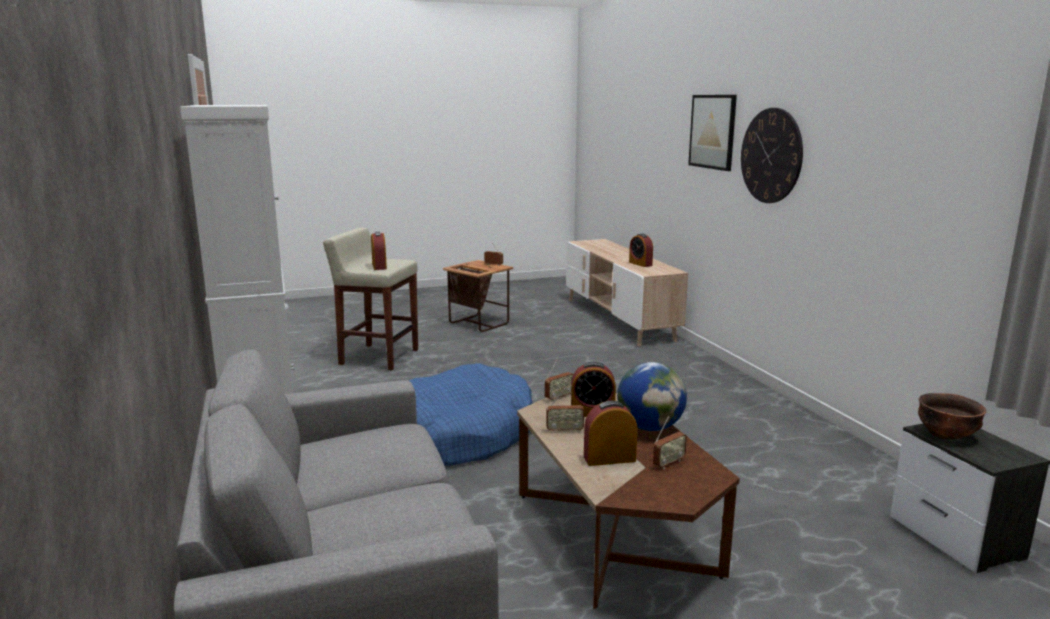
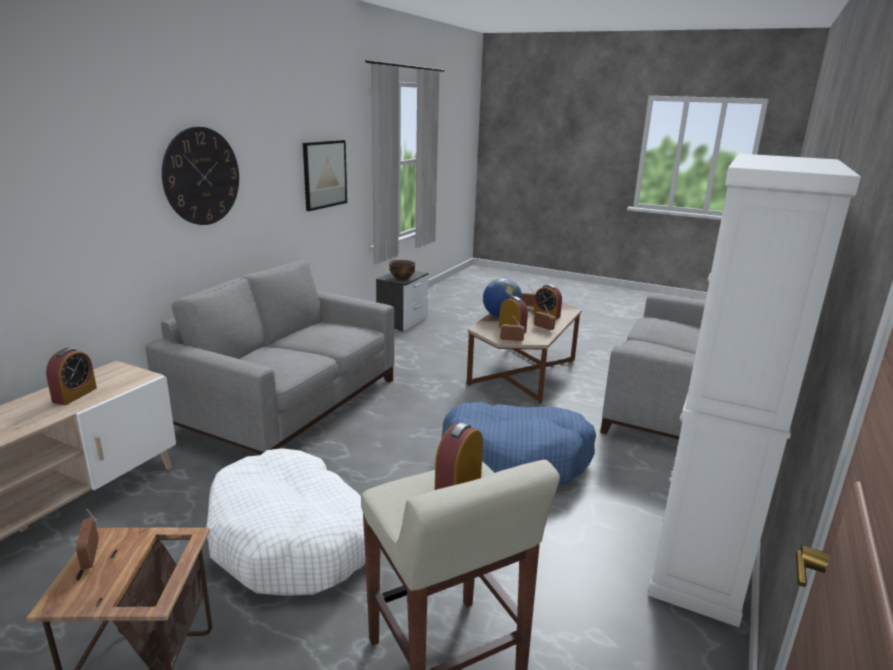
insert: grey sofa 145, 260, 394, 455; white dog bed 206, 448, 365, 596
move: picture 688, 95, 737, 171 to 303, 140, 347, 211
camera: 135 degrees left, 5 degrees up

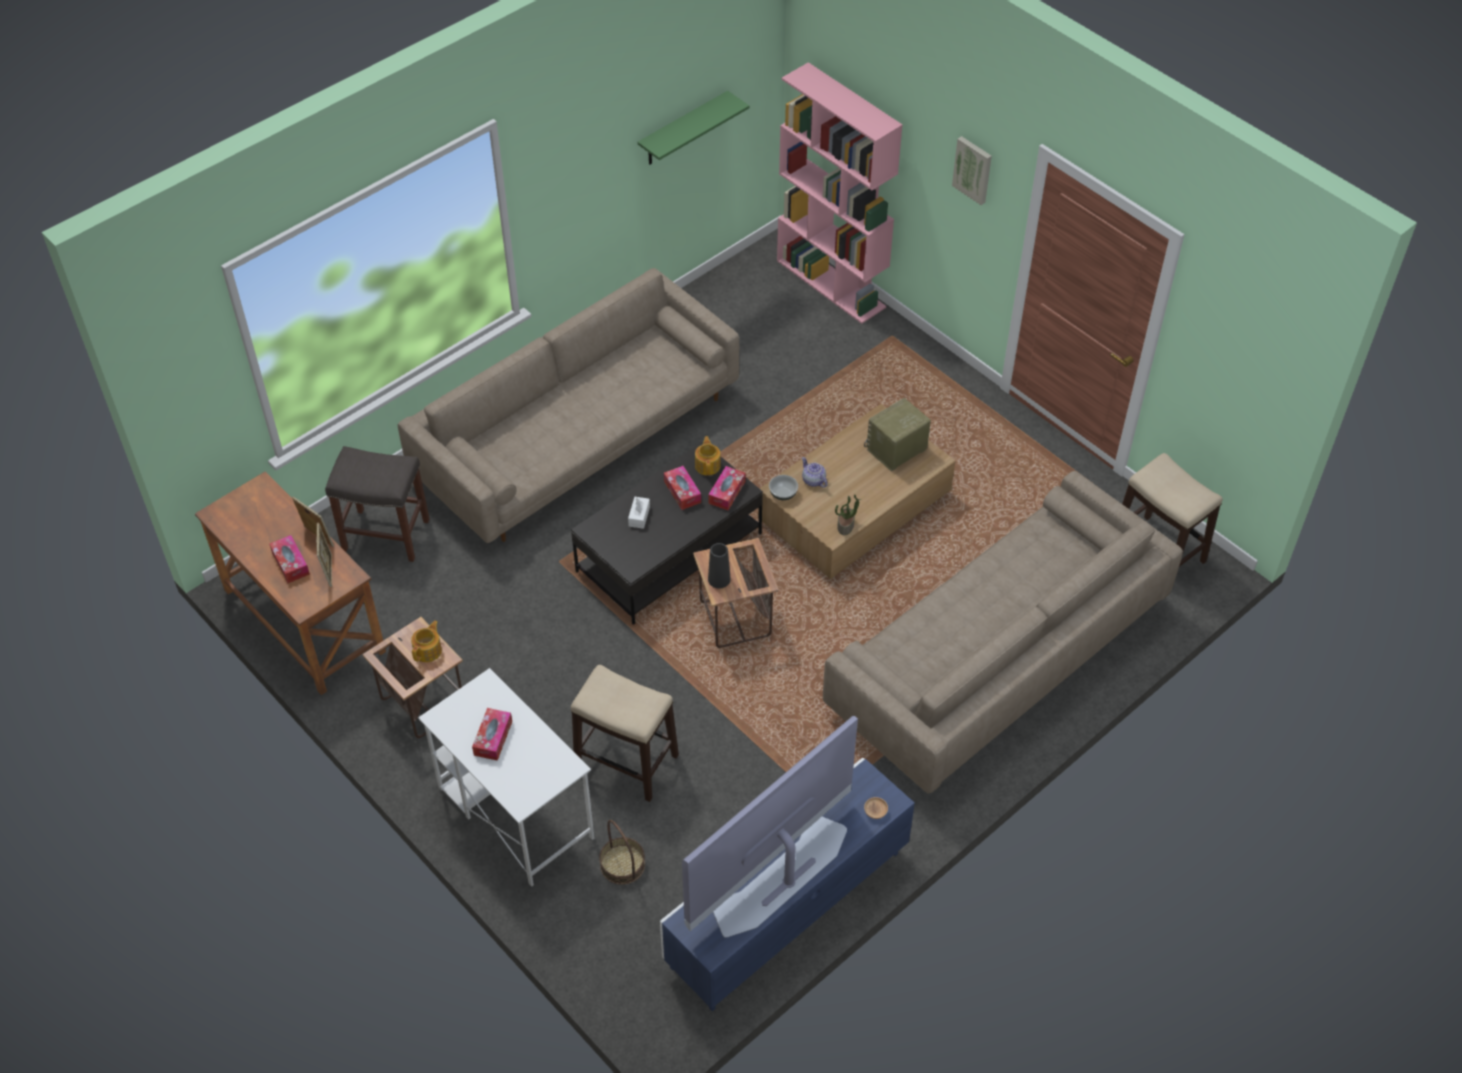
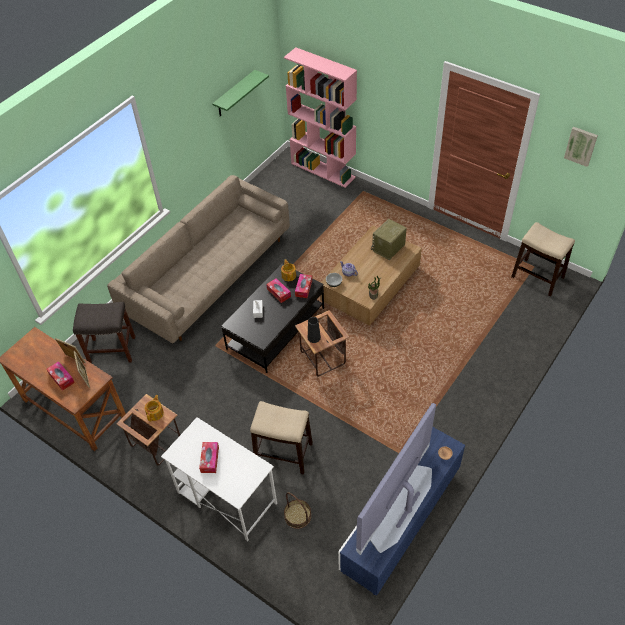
delete: beige sofa 823, 471, 1183, 794
move: picture 952, 136, 992, 205 to 564, 127, 598, 167
camera: 10 degrees left, 0 degrees up

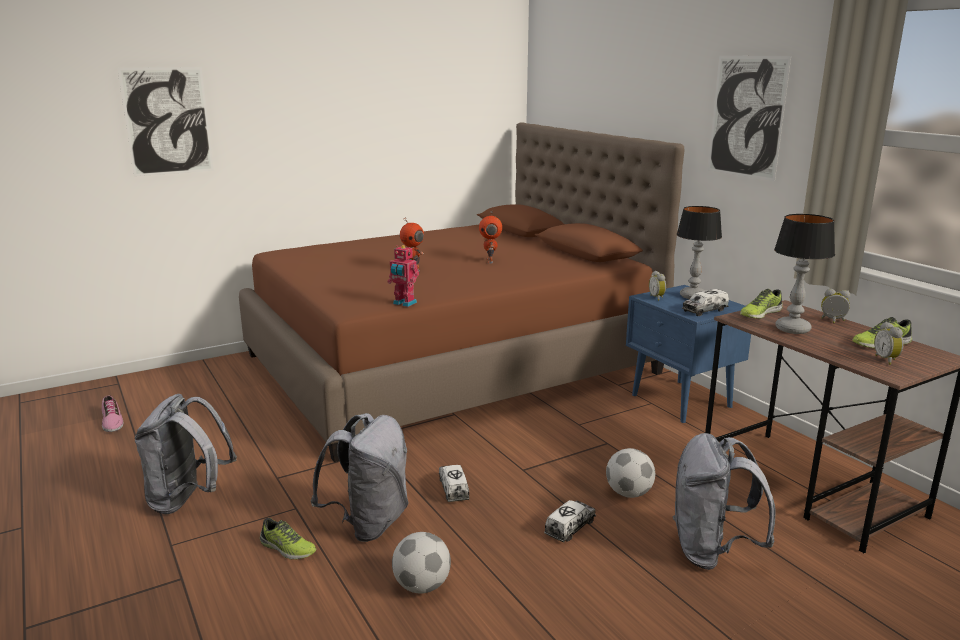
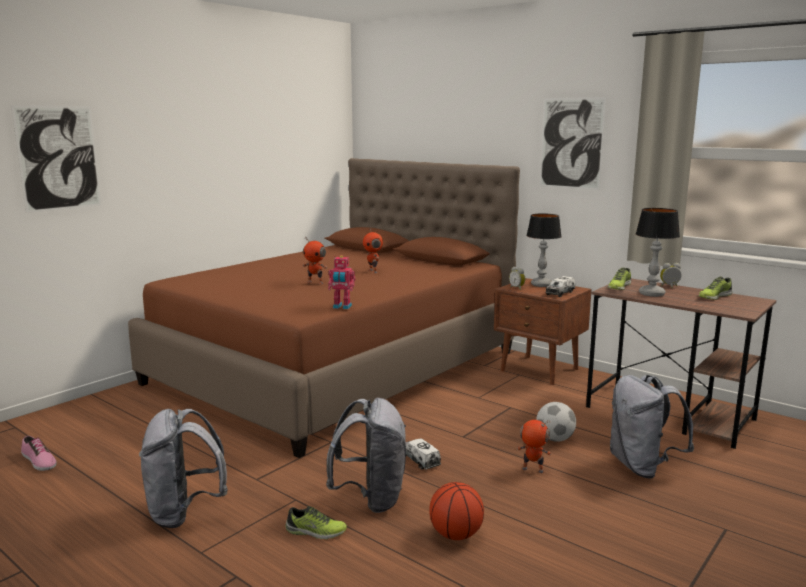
delete: alarm clock 874, 322, 904, 365
replace: toy truck 544, 500, 596, 542 to toy robot 517, 420, 551, 473; football 392, 532, 451, 594 to basketball 429, 482, 484, 540
recolor: blue nightstand 626, 285, 751, 423 to brown nightstand 494, 278, 592, 385
camera: 20 degrees left, 5 degrees down

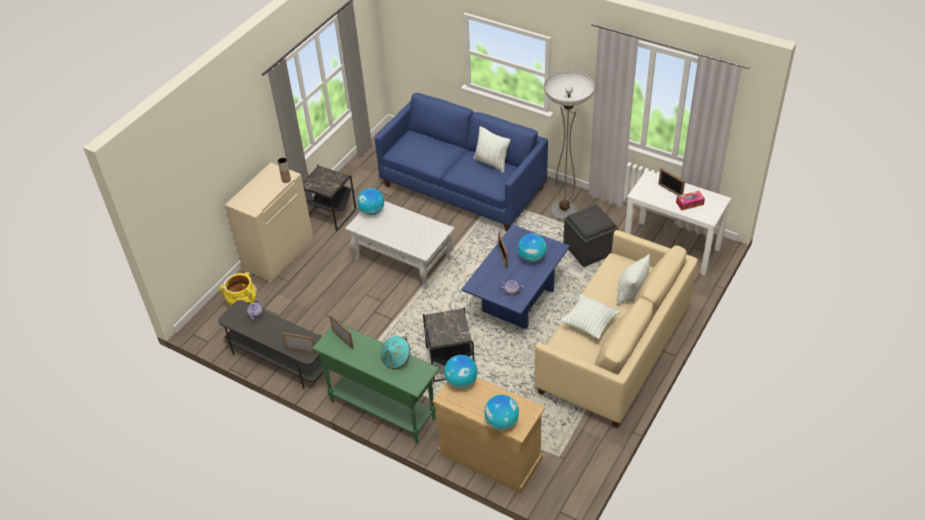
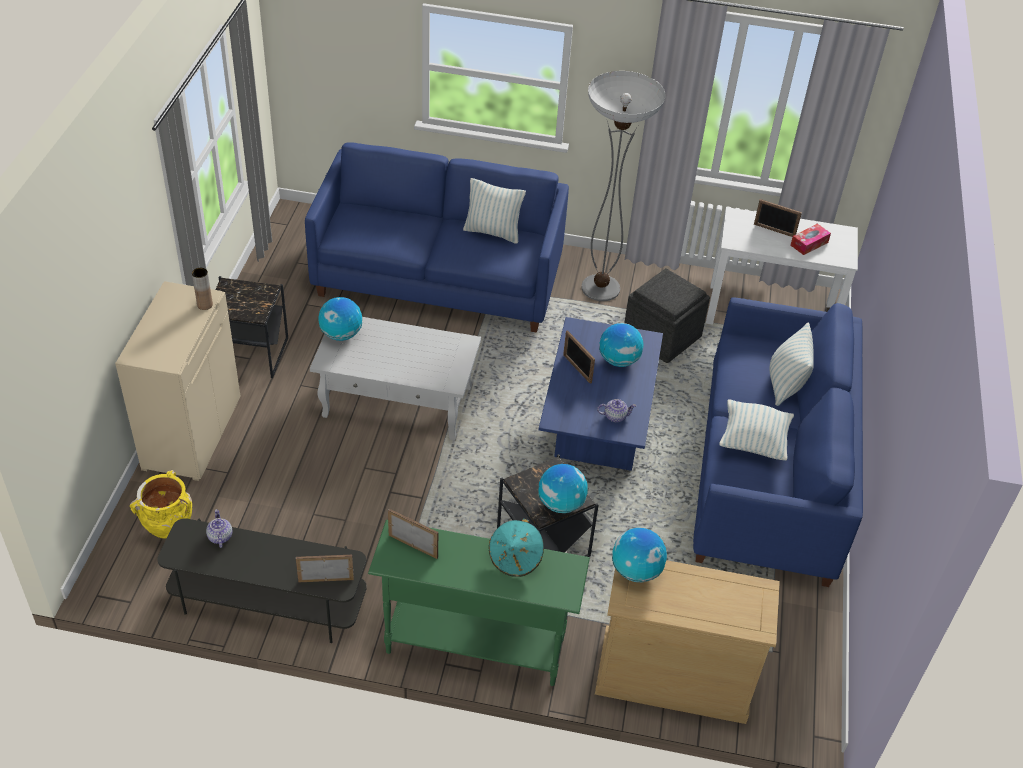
move: globe 484, 395, 519, 429 to 538, 464, 588, 513
recolor: beige sofa 534, 230, 698, 428 to blue sofa 693, 297, 863, 587
camera: 25 degrees left, 0 degrees up

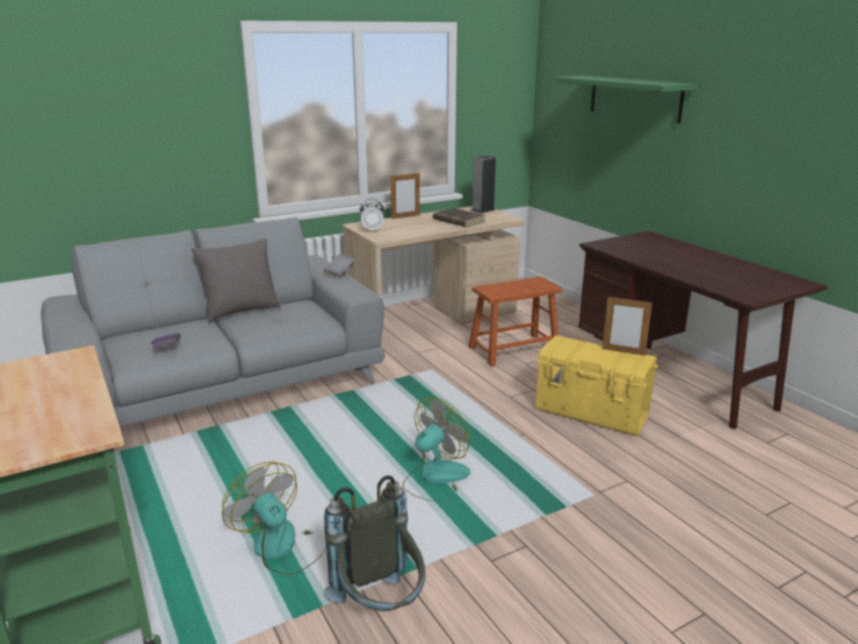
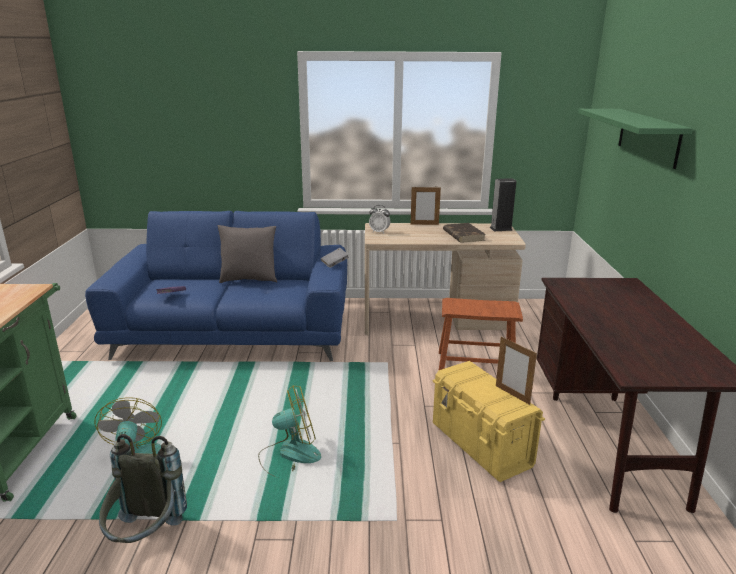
recolor: grey sofa 41, 217, 385, 427 to blue sofa 85, 211, 347, 361
camera: 30 degrees right, 0 degrees up

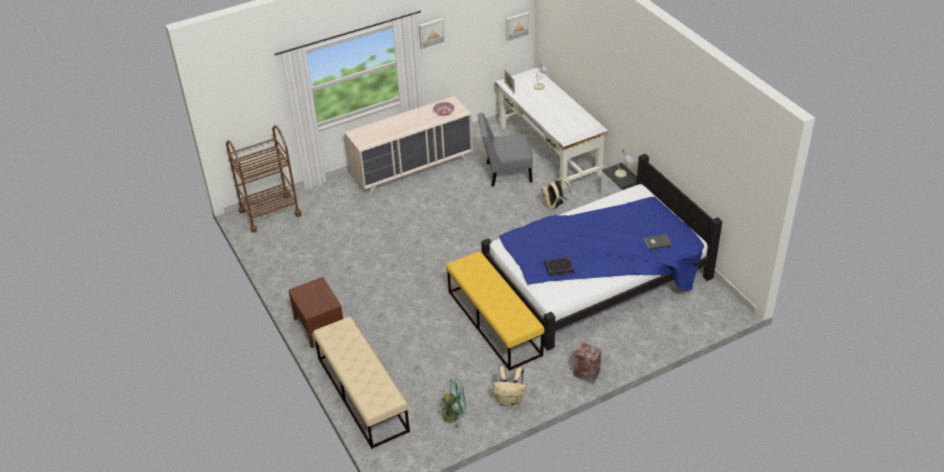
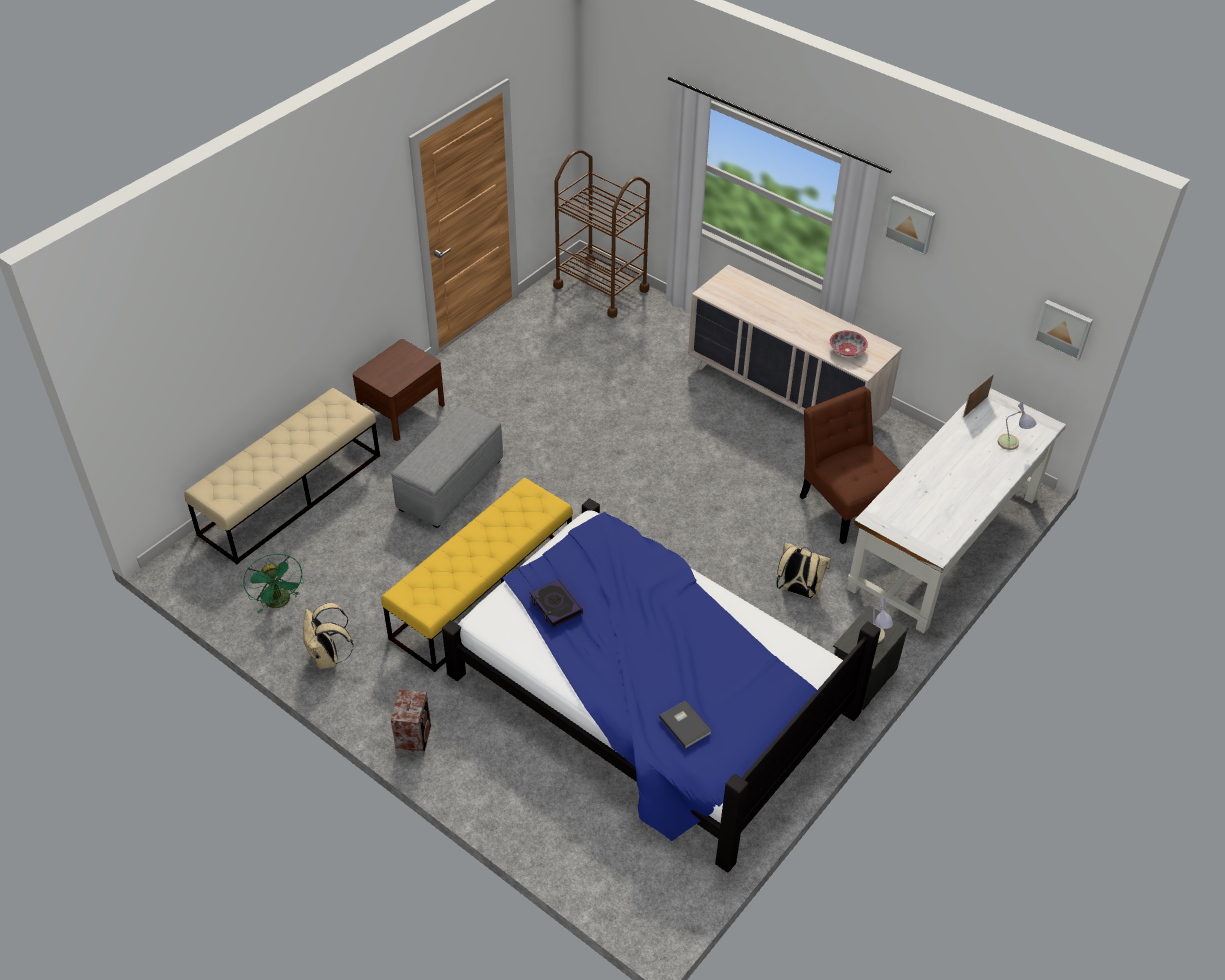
insert: grey ottoman 391, 406, 503, 528
recolor: grey chair 478, 113, 533, 186 to brown chair 799, 386, 900, 544
camera: 65 degrees right, 5 degrees up

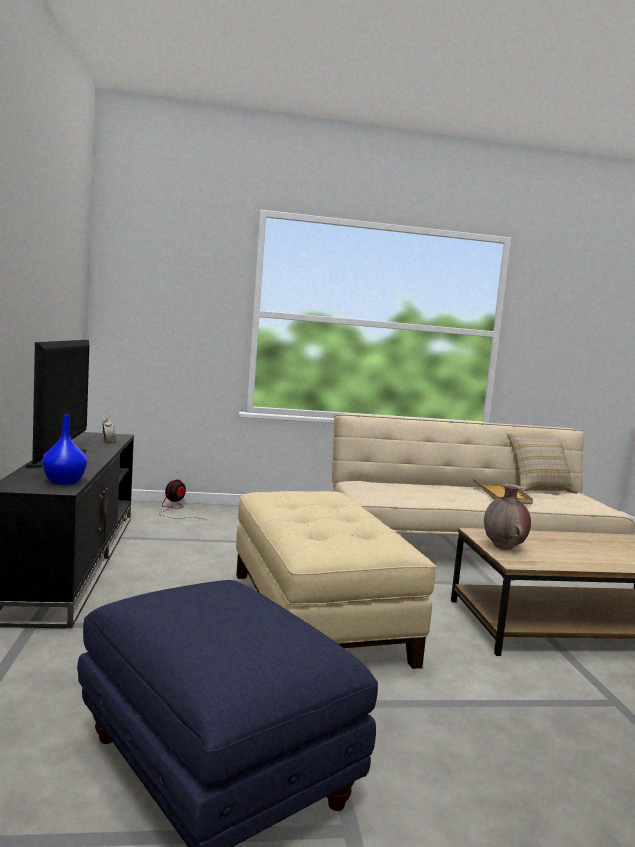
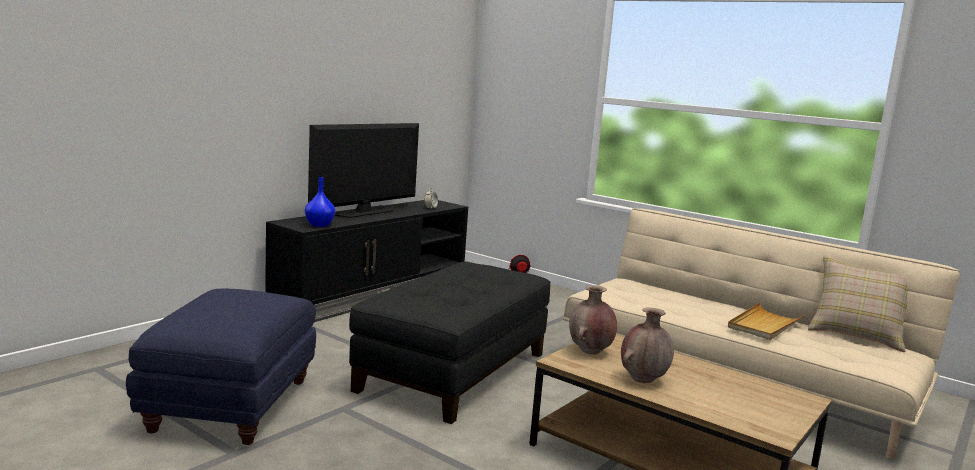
insert: brown vase 621, 308, 674, 383
recolor: beige ottoman 236, 491, 436, 669 to black ottoman 349, 262, 550, 424
camera: 45 degrees right, 5 degrees up

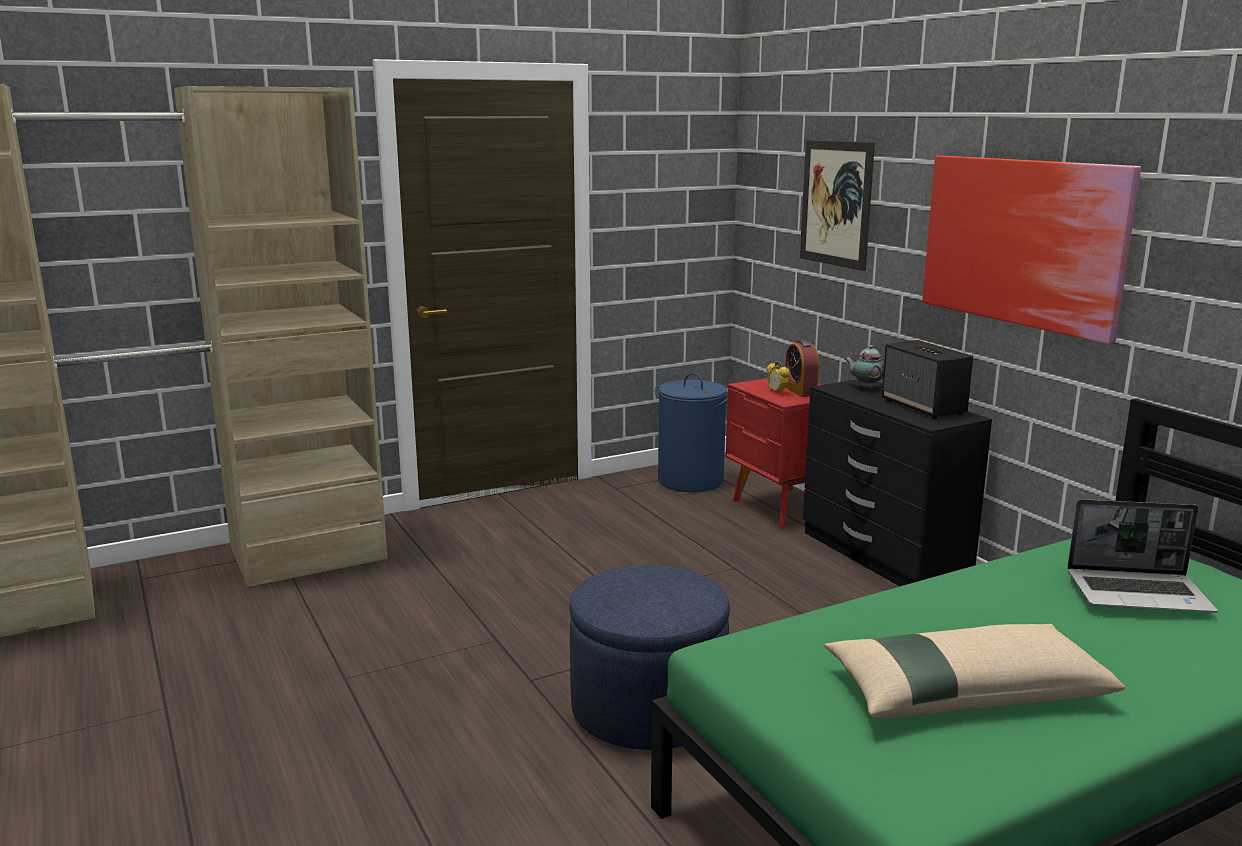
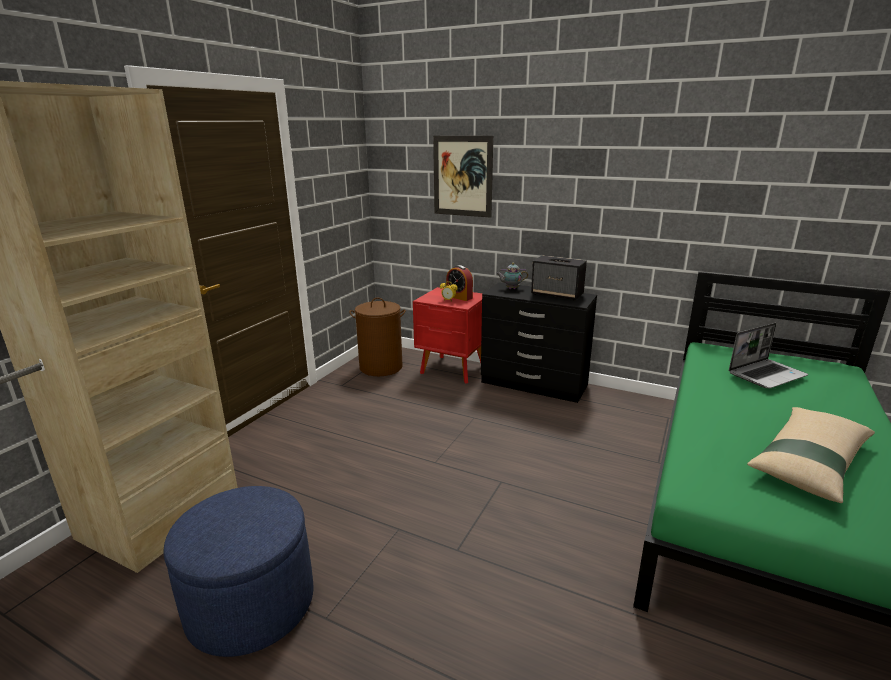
delete: picture 922, 156, 1141, 344
move: blue ottoman 569, 565, 730, 750 to 164, 486, 314, 657
recolor: blue laundry basket 654, 373, 727, 492 to brown laundry basket 349, 298, 406, 376
camera: 35 degrees left, 5 degrees up

